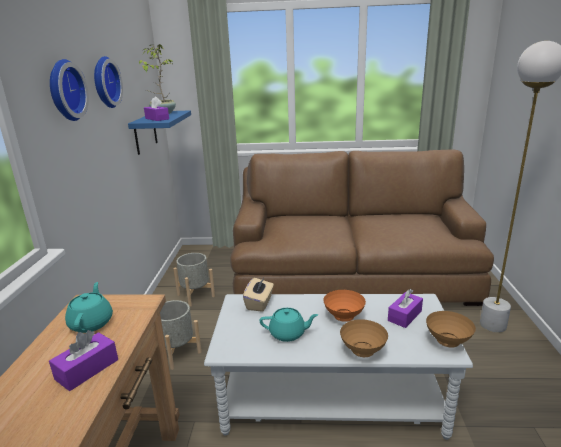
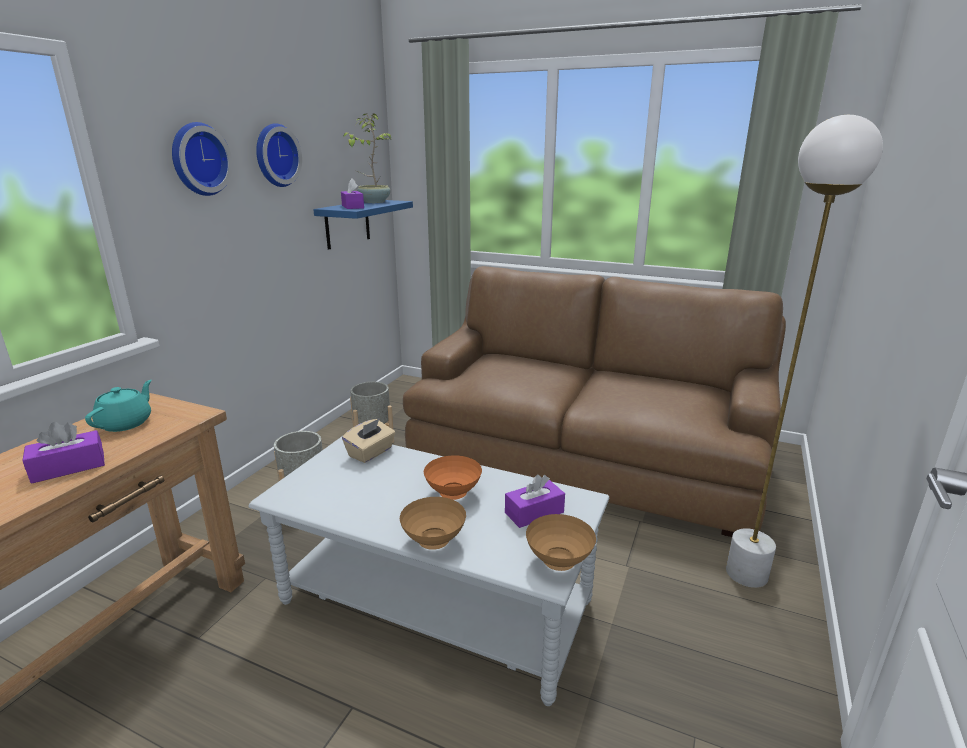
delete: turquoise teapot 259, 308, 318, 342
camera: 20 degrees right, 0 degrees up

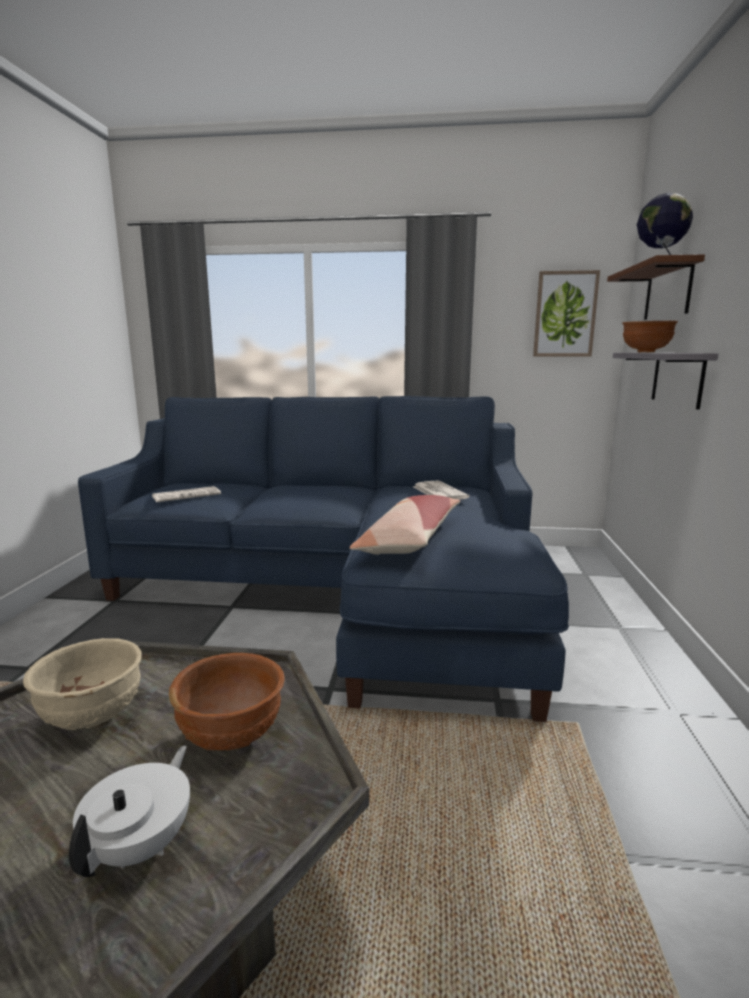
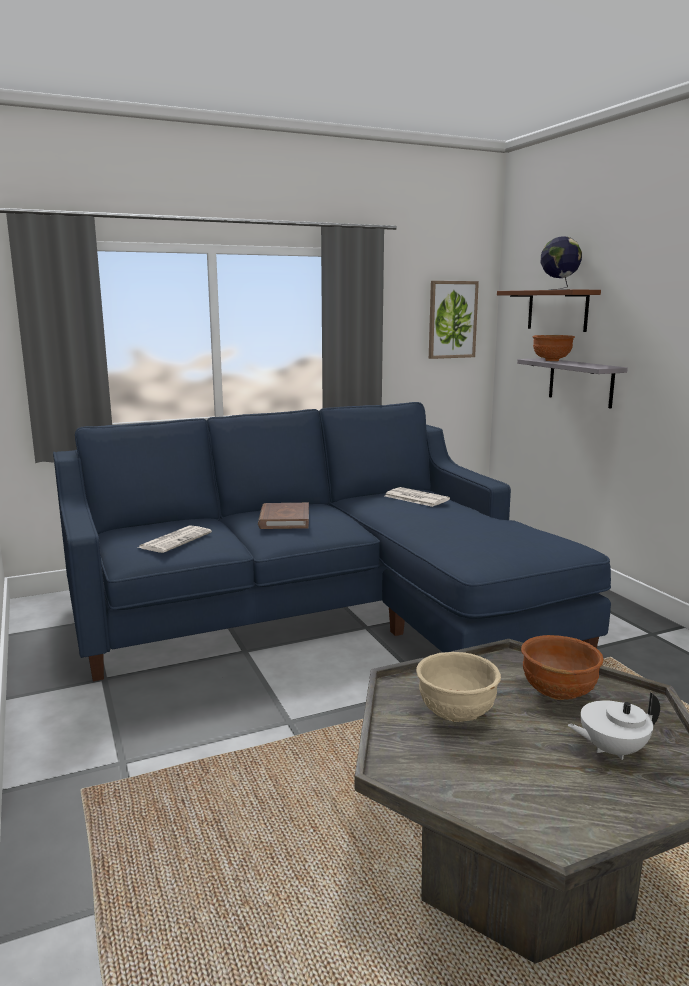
delete: pillow 349, 495, 460, 555
insert: brown book 258, 503, 309, 529
rotate: white teapot 69, 745, 190, 877 = 568, 692, 660, 760 90 degrees counterclockwise
camera: 30 degrees left, 0 degrees up

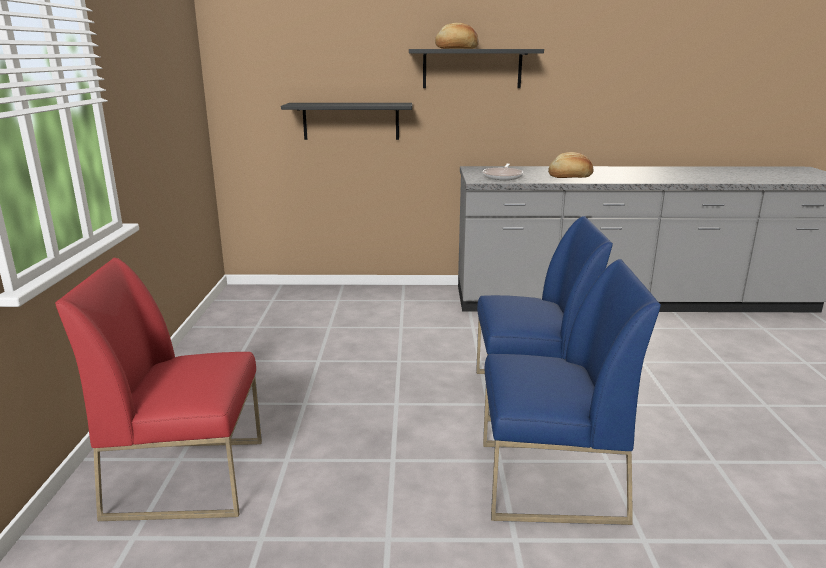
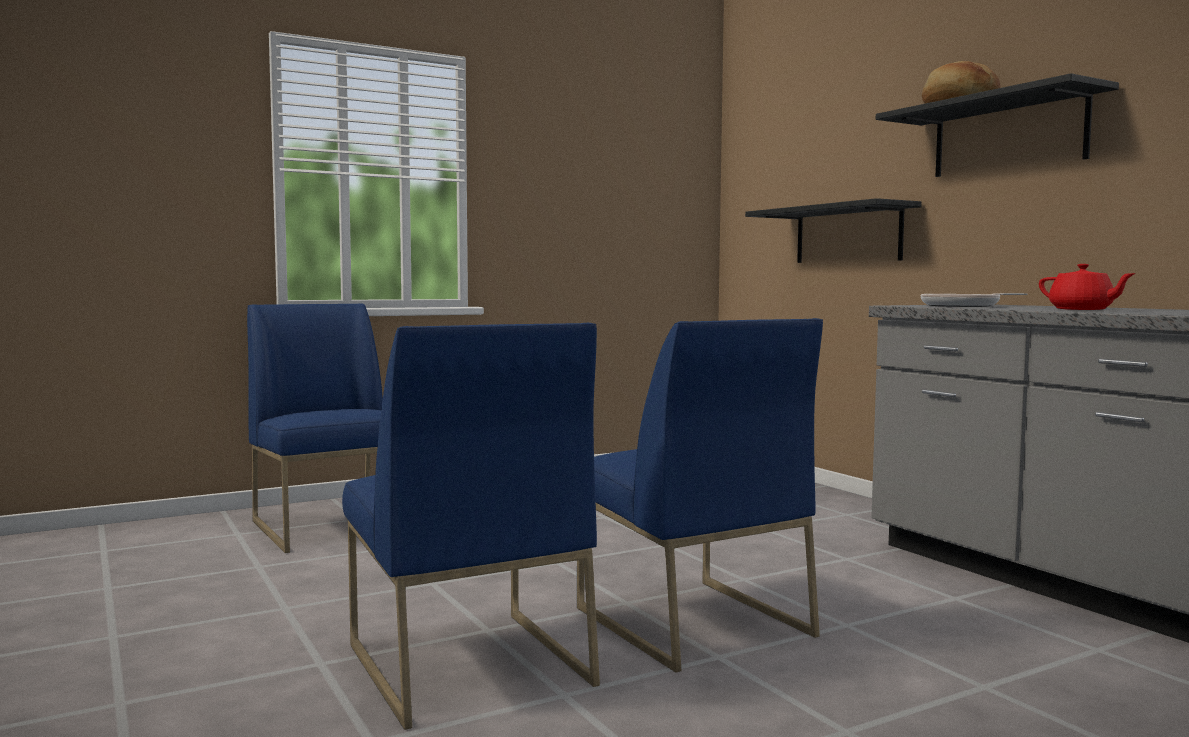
replace: bread 548, 152, 593, 178 to red teapot 1039, 264, 1136, 310
recolor: red chair 55, 258, 262, 521 to blue chair 247, 303, 383, 553
camera: 60 degrees right, 15 degrees down

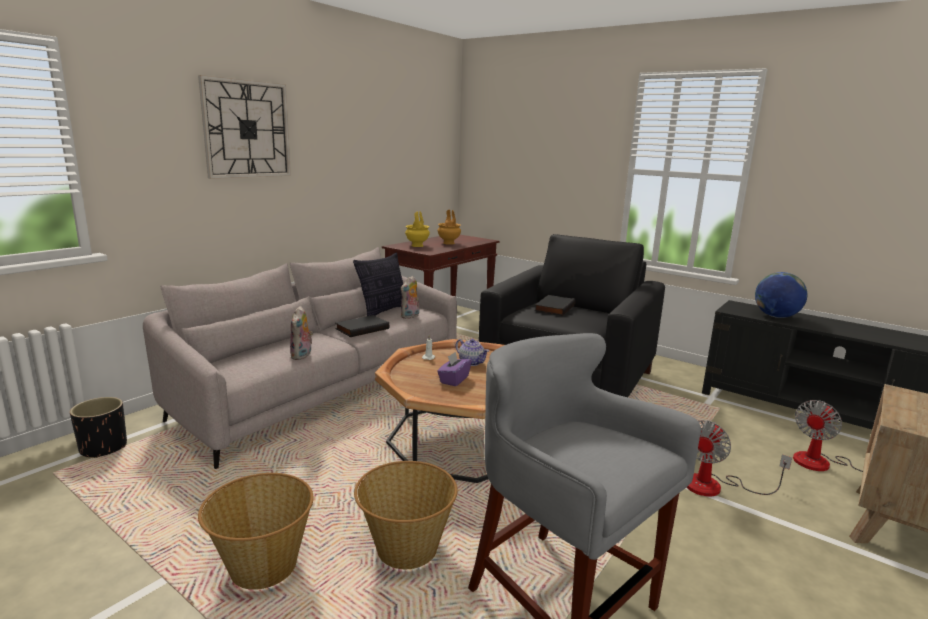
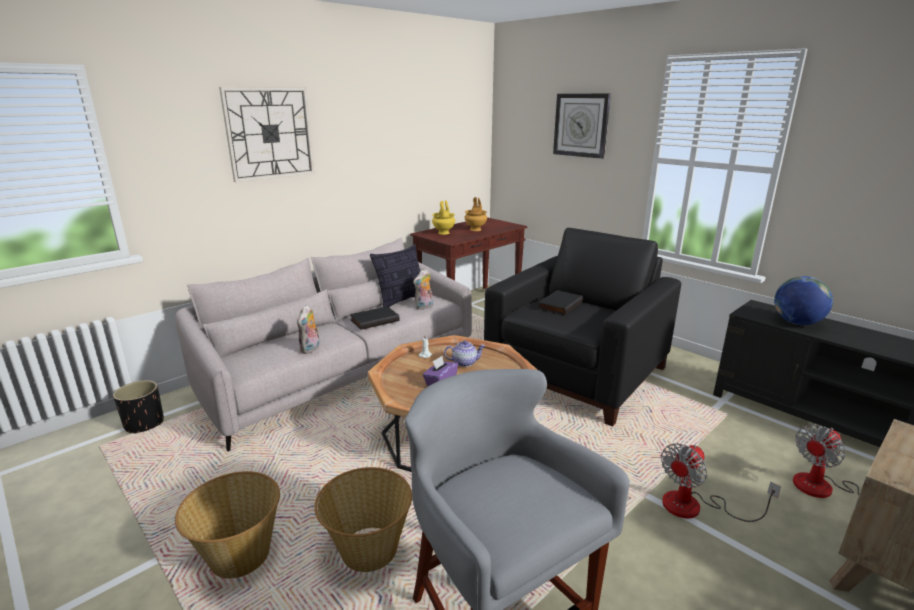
insert: wall clock 553, 94, 611, 159
rotate: teapot 455, 339, 489, 366 = 444, 341, 485, 367 60 degrees counterclockwise
camera: 10 degrees right, 5 degrees up

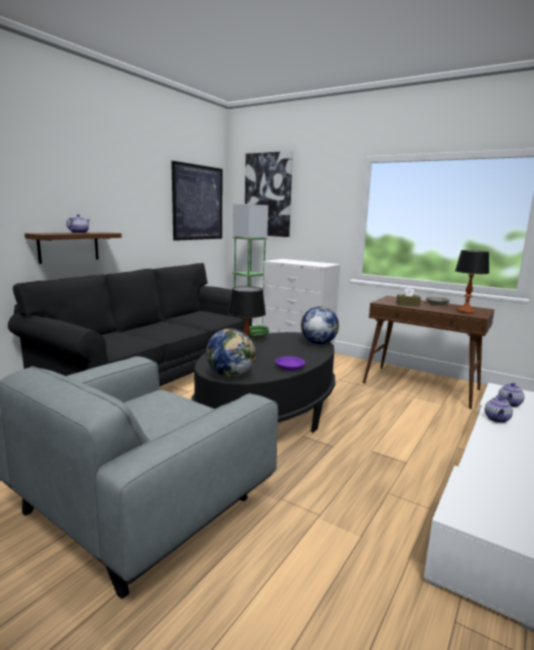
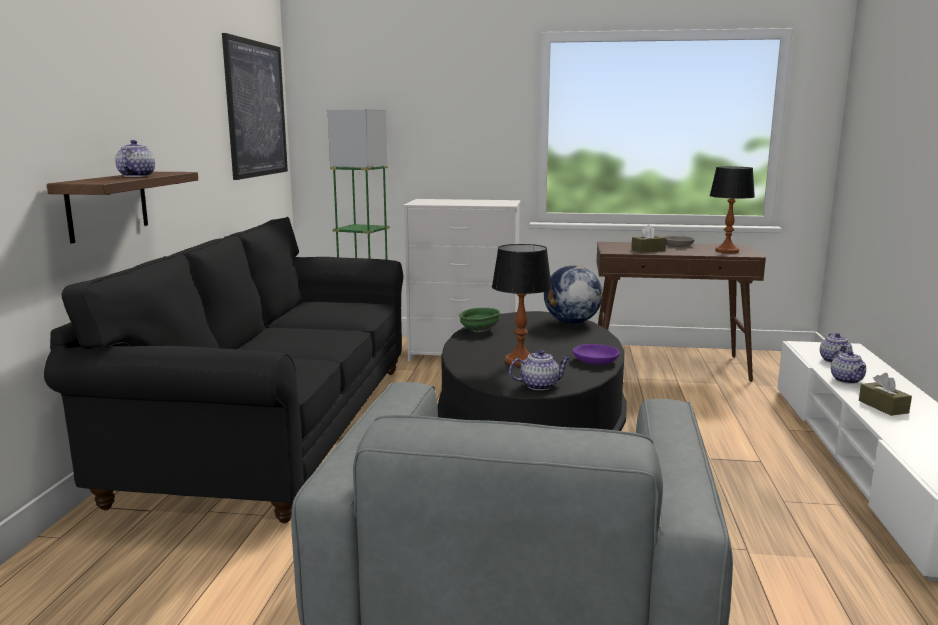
delete: picture 245, 151, 293, 237
insert: brown tissue box 859, 373, 912, 416
replace: globe 206, 328, 256, 377 to teapot 509, 350, 570, 390
camera: 25 degrees left, 0 degrees up

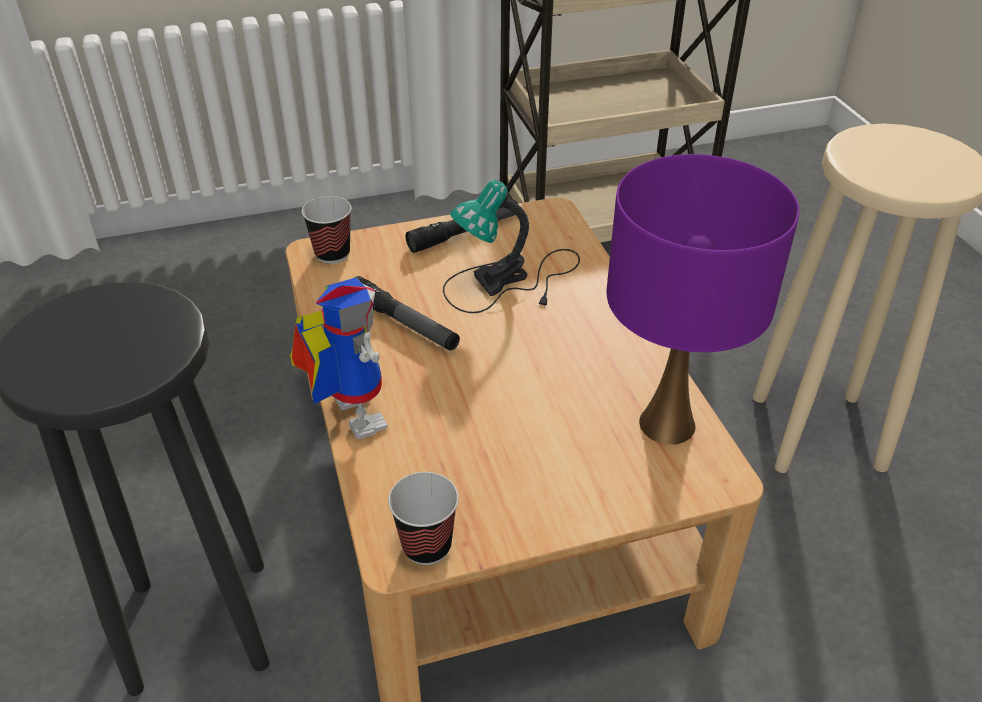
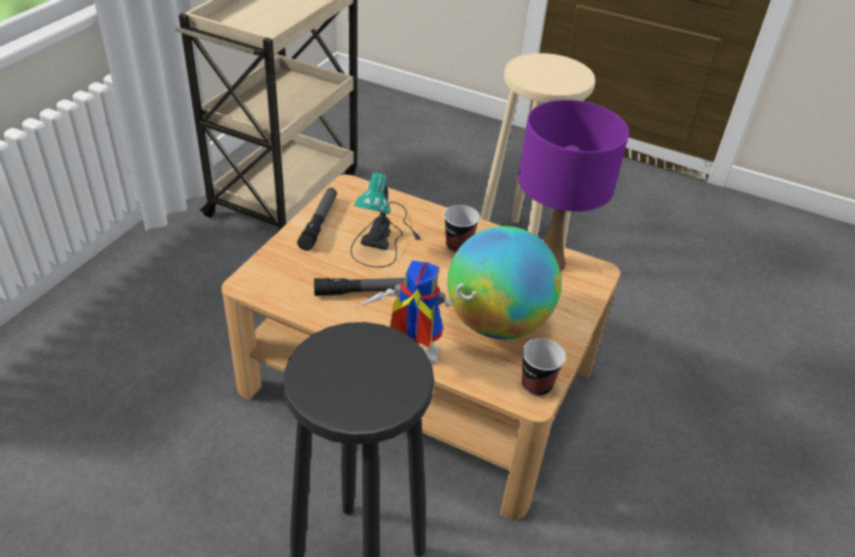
insert: globe 447, 226, 561, 340
move: cup 302, 196, 351, 264 to 444, 205, 480, 254
camera: 50 degrees left, 0 degrees up

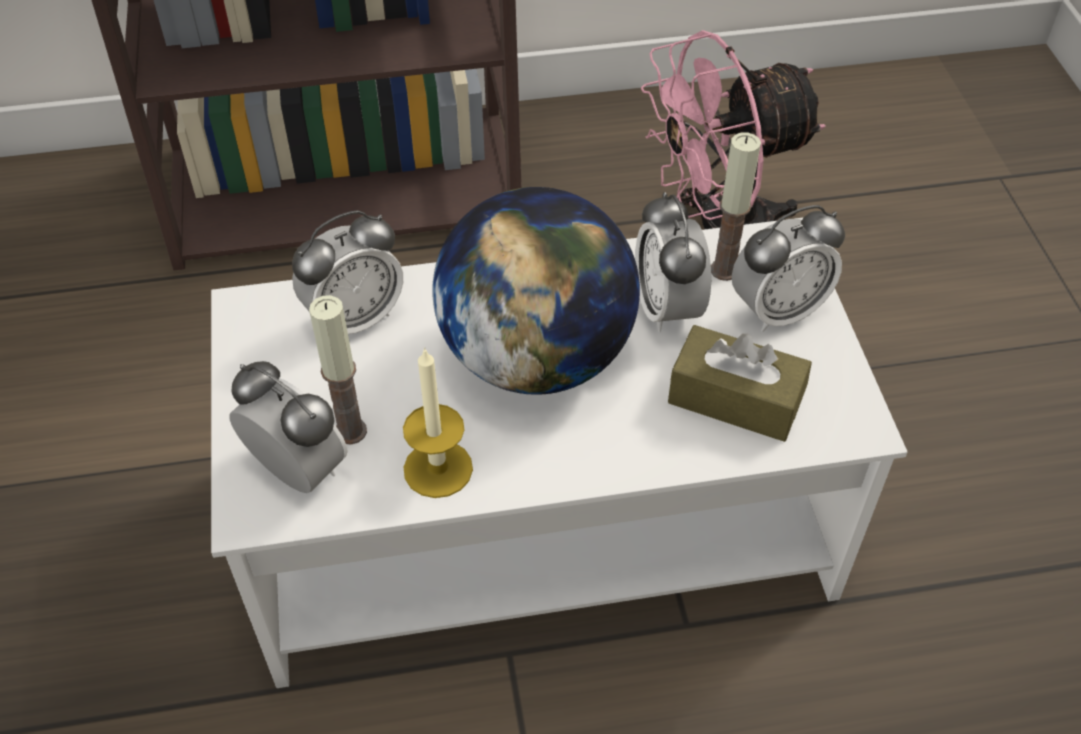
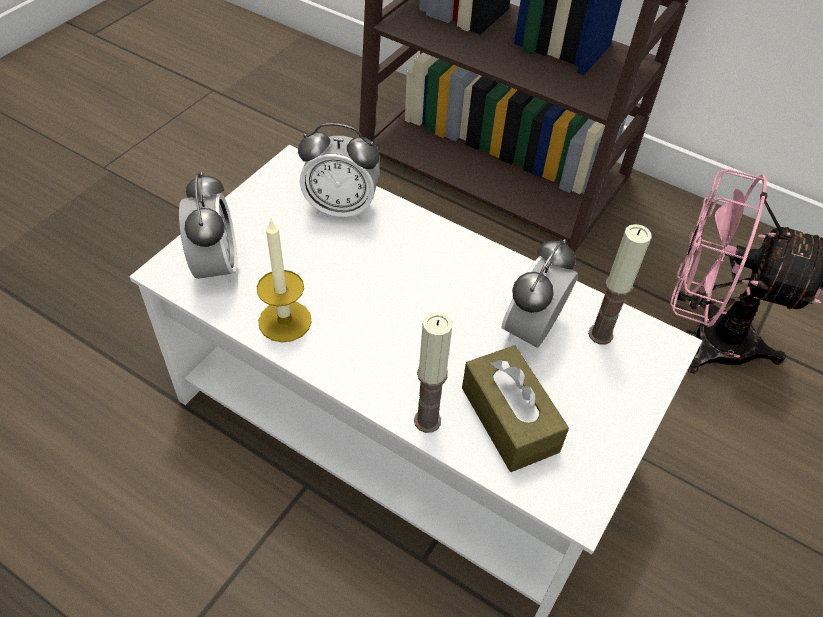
delete: globe 432, 187, 640, 395; alarm clock 732, 205, 845, 332
move: candle 309, 295, 367, 445 to 414, 312, 452, 433
camera: 40 degrees right, 0 degrees up

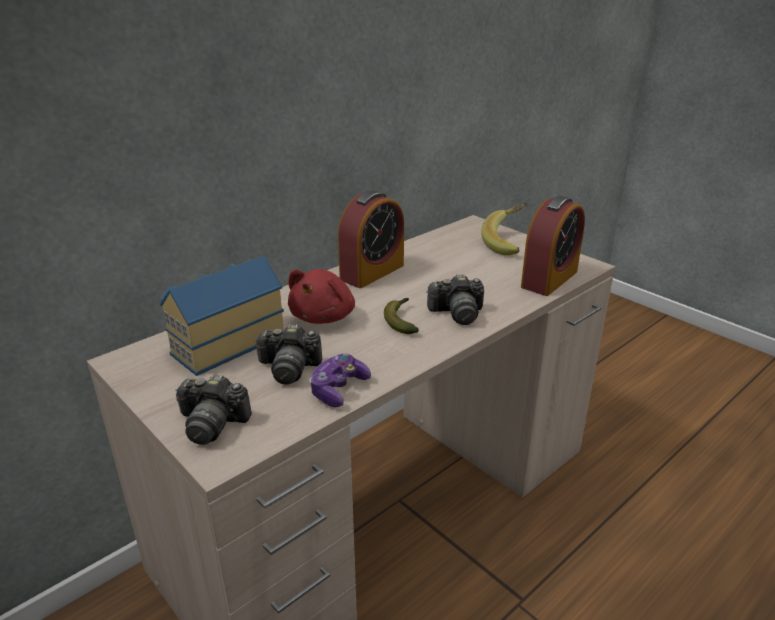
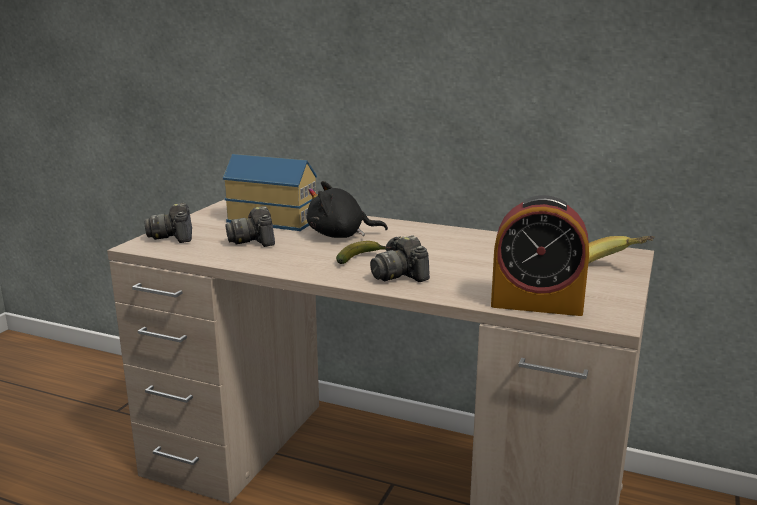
delete: alarm clock 338, 190, 404, 288; game controller 309, 354, 371, 407
recolor: red plush toy 288, 269, 355, 324 to black plush toy 307, 181, 388, 238
camera: 65 degrees right, 10 degrees down

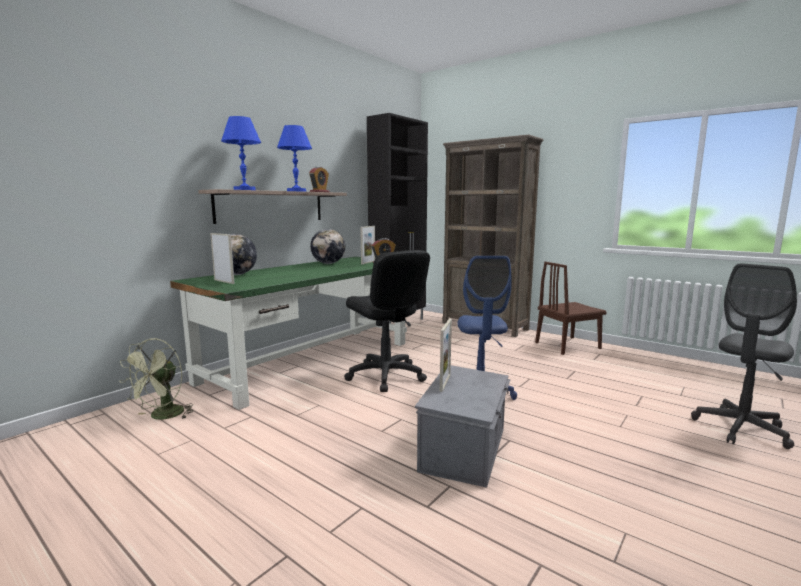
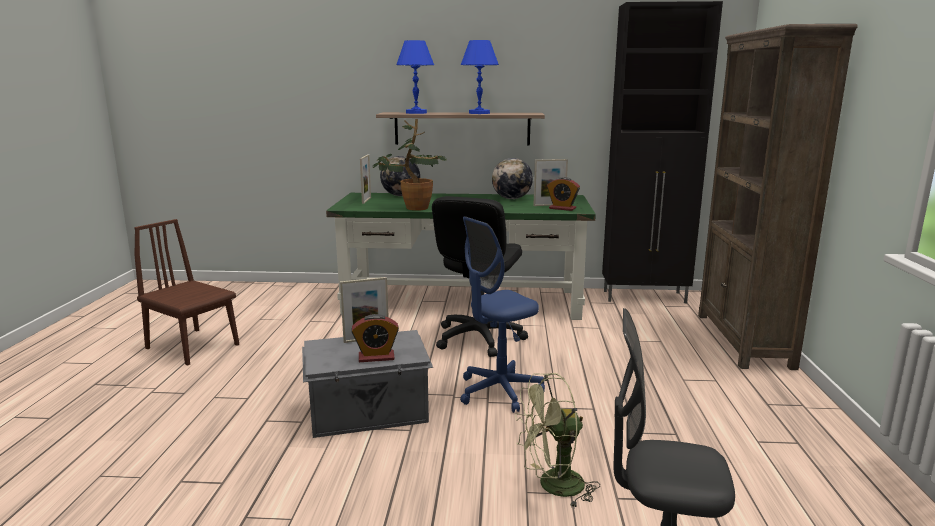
insert: potted plant 373, 119, 446, 211
move: alarm clock 309, 166, 330, 192 to 352, 314, 399, 362; brown chair 535, 262, 607, 355 to 134, 219, 239, 366; green fan 119, 338, 194, 420 to 515, 373, 600, 508
camera: 55 degrees right, 5 degrees up

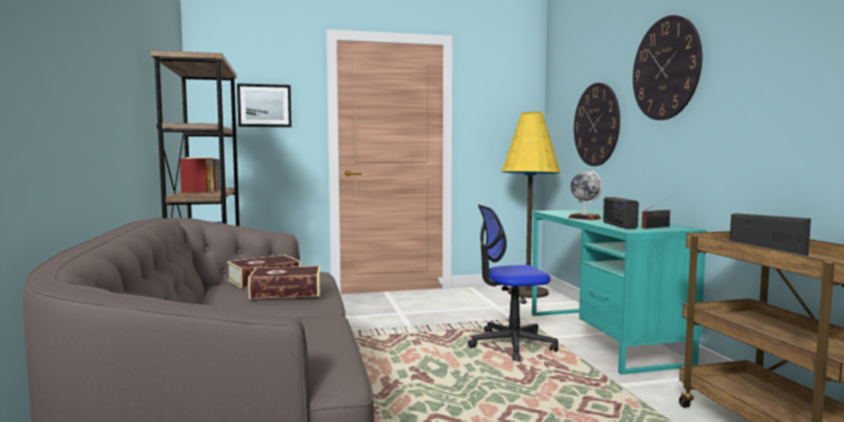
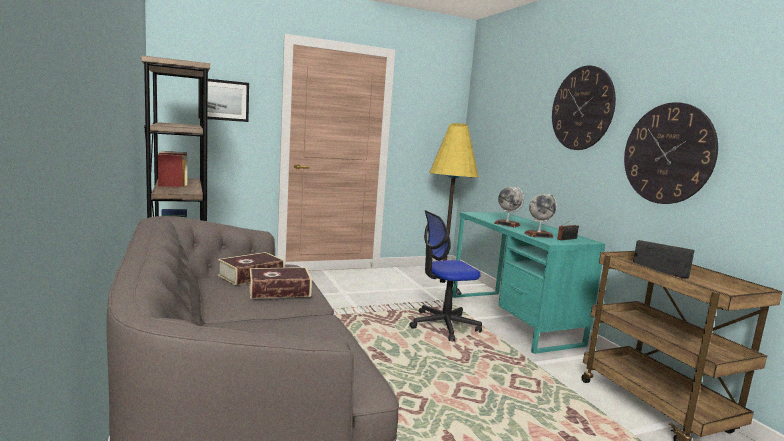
move: wall clock 574, 83, 620, 166 to 624, 102, 718, 204
replace: radio 603, 197, 639, 229 to globe 524, 193, 557, 238
camera: 10 degrees left, 5 degrees up

